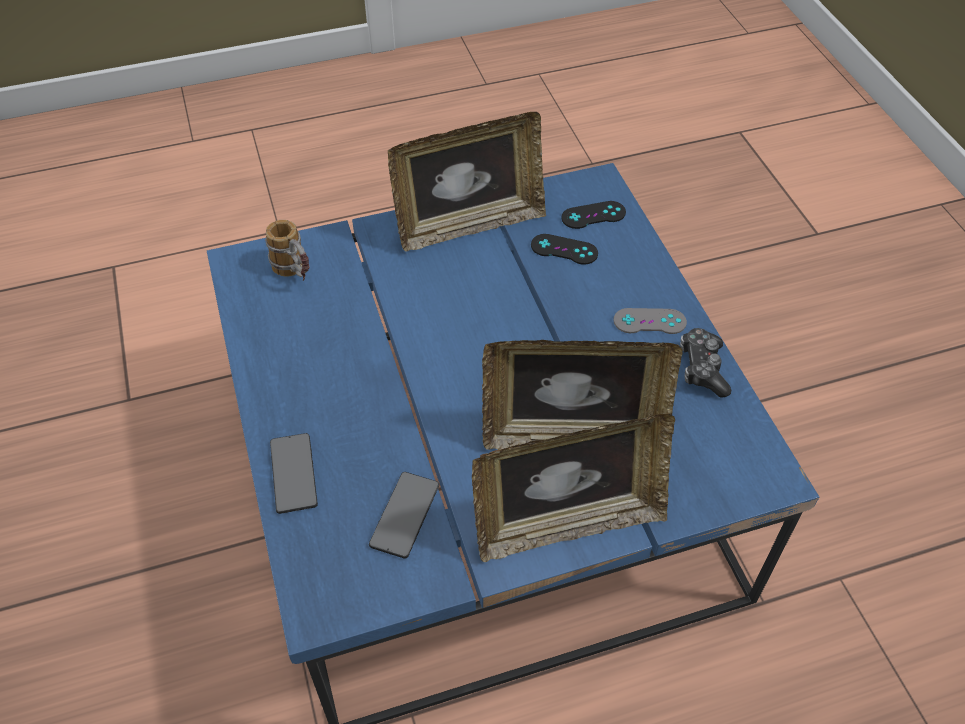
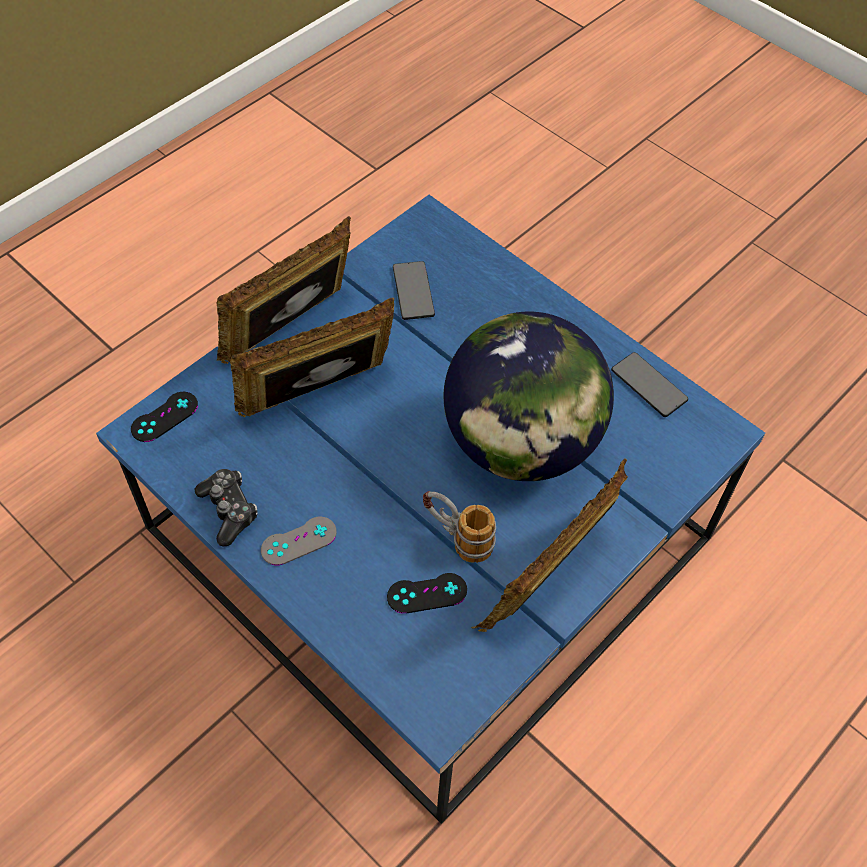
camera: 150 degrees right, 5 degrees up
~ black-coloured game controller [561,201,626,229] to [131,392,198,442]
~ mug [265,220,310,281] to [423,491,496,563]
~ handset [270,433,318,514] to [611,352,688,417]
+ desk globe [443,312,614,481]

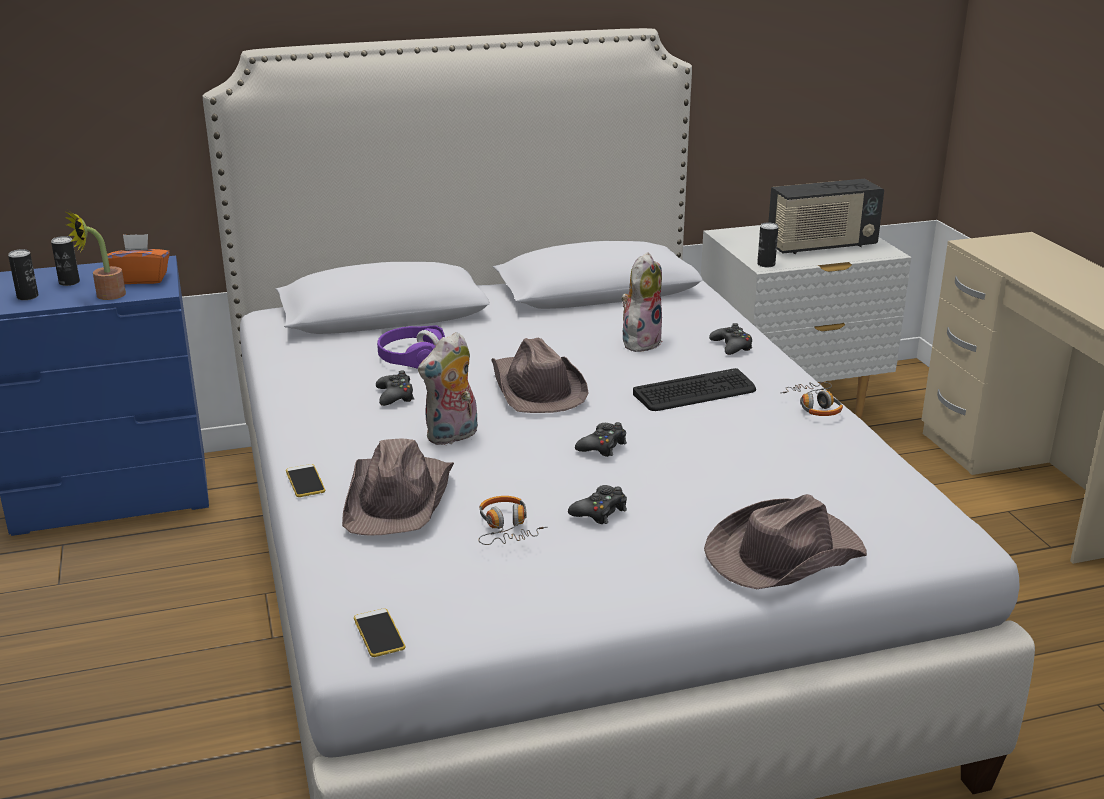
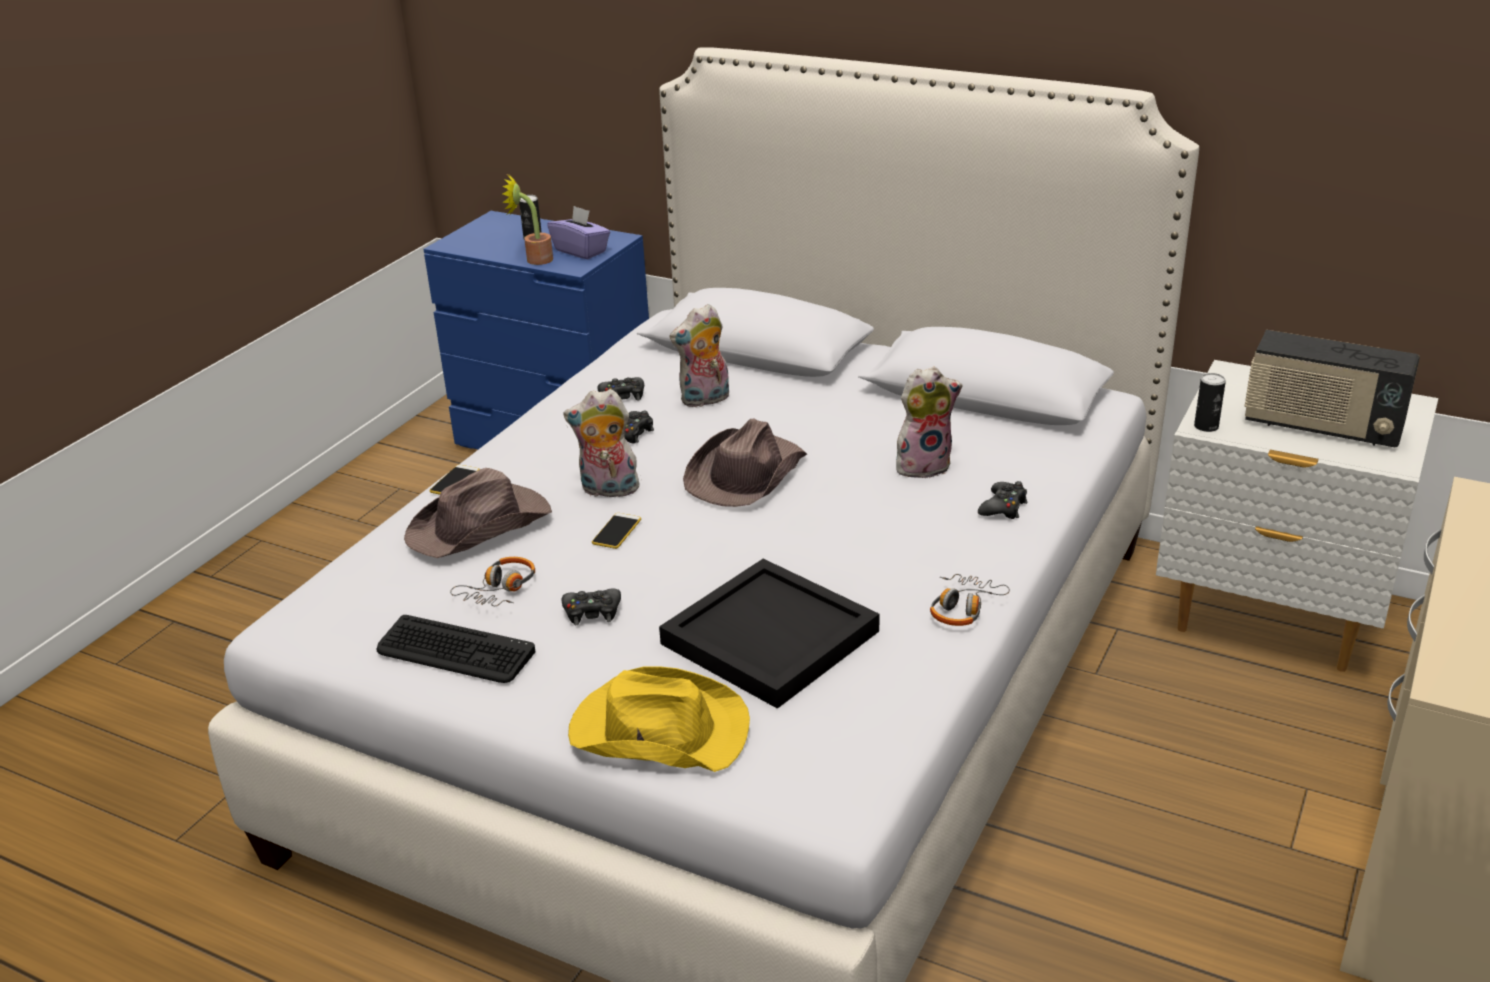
camera: 45 degrees right, 5 degrees up
~ orange-coloured tissue box [107,234,170,284] to purple tissue box [547,206,610,259]
- can [8,249,39,300]
~ purple headphones [377,325,445,369] to soft toy [669,304,729,407]
~ keyboard [633,368,756,411] to [377,615,535,683]
~ black-coloured game controller [575,422,627,457] to [597,377,644,401]
~ brown-coloured clothing hat [704,494,867,589] to yellow clothing hat [568,666,750,772]
~ handset [354,608,405,657] to [592,513,641,549]
+ black-coloured tray [659,559,880,709]

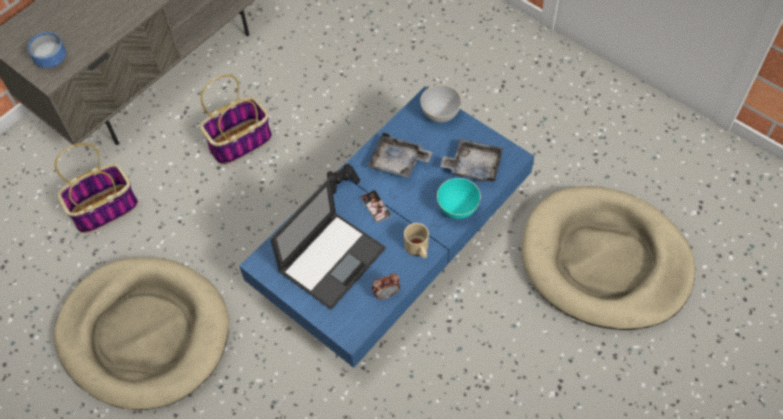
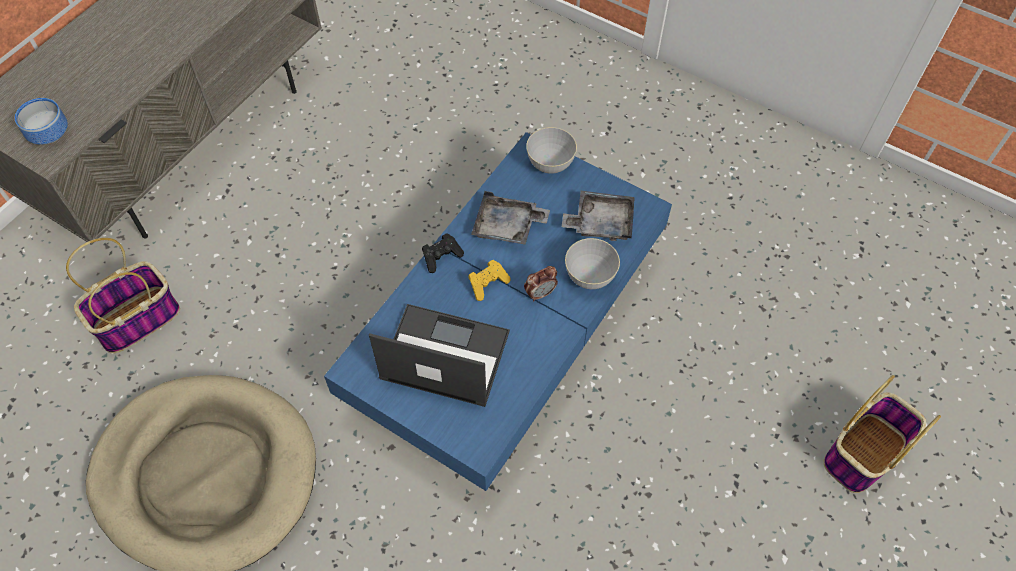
camera: 10 degrees left, 0 degrees up
~ basket [200,75,272,165] to [823,375,941,493]
~ notebook computer [270,177,386,310] = [369,304,510,407] 105 degrees counterclockwise
~ blue-green deep dish [437,178,481,219] to gray deep dish [565,238,620,289]
- sand-coloured dog bed [522,186,695,330]
~ handset [361,190,391,223] to yellow game controller [468,260,511,301]
- sand-coloured mug [404,223,429,259]
~ table clock [372,273,400,300] to [524,266,558,301]

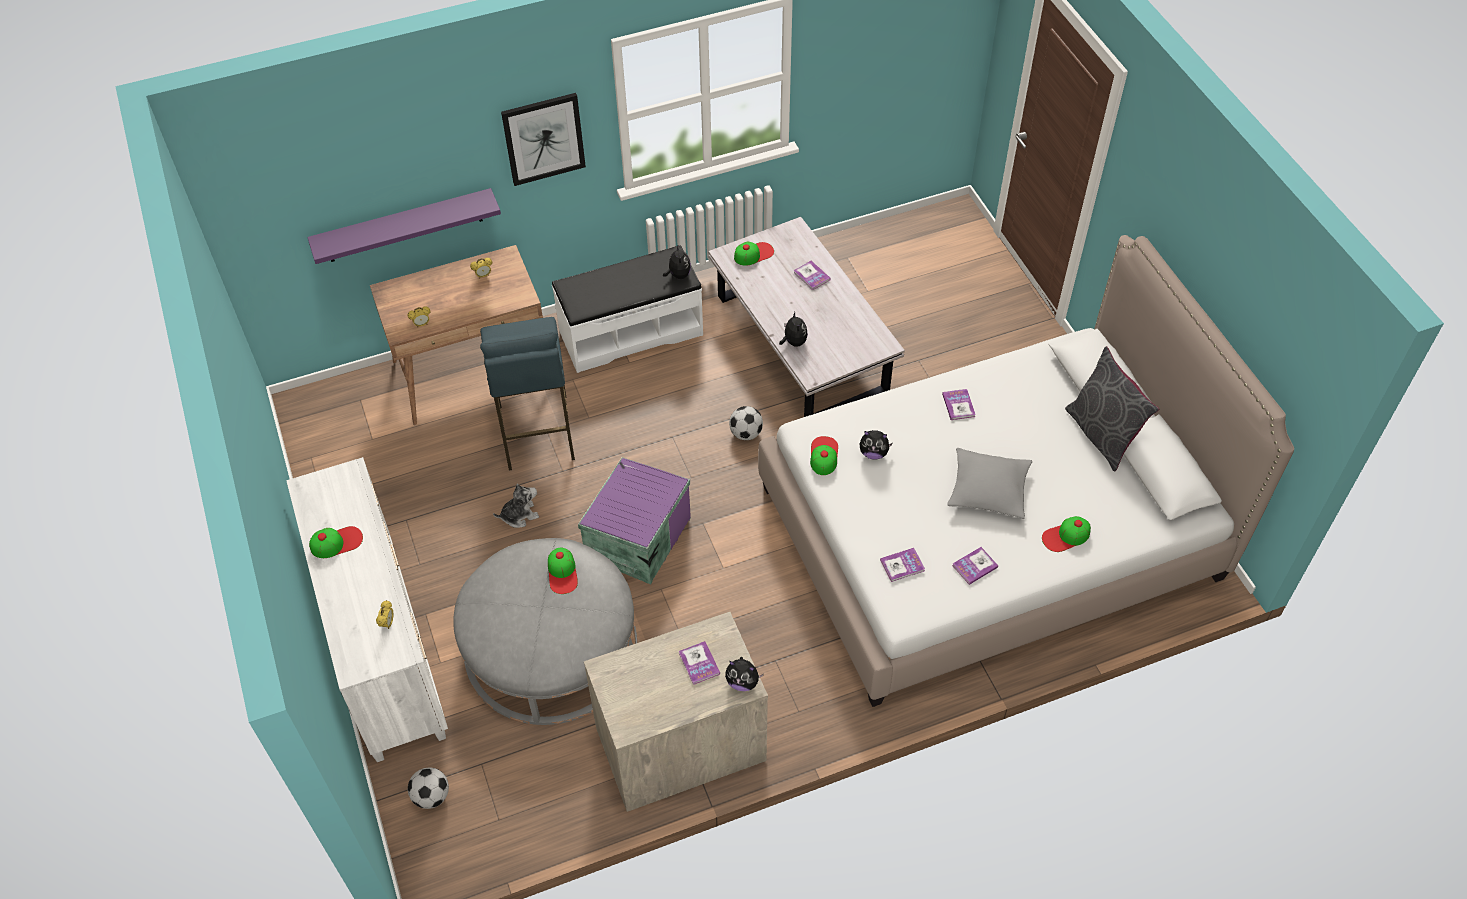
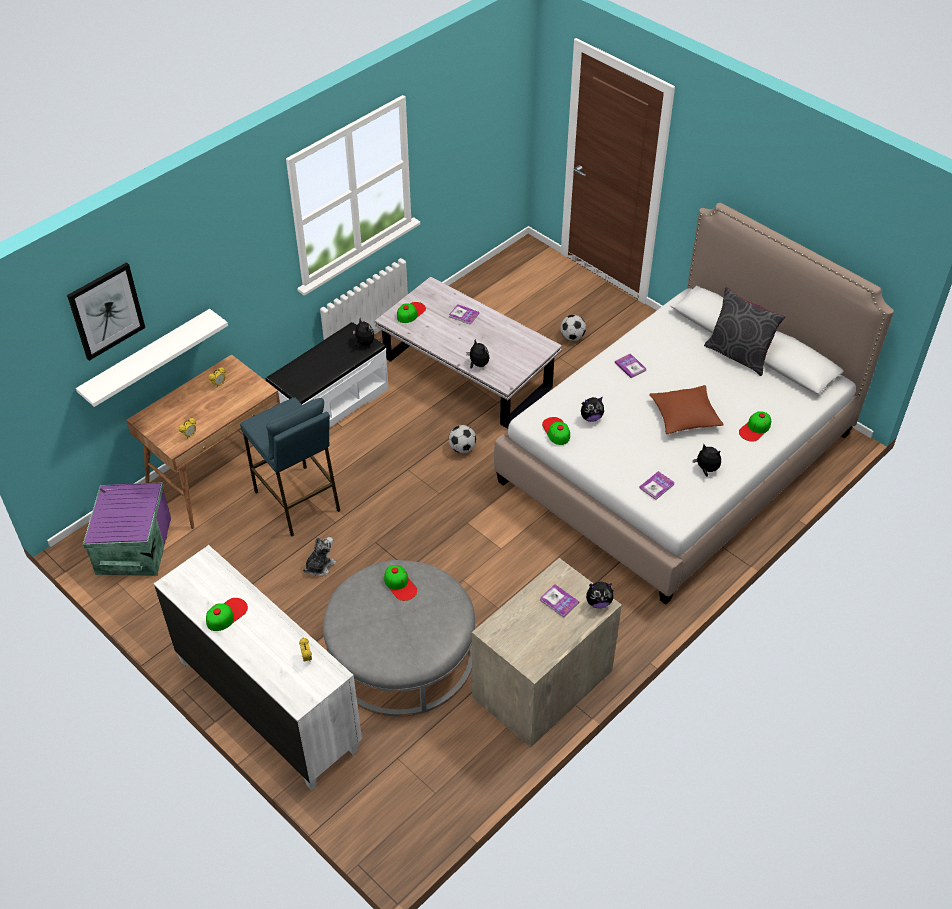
camera: 25 degrees left, 5 degrees down
~ wall picture [501,93,586,186] to [67,262,145,361]
~ purple shelf [307,188,501,264] to whitish shelf [76,309,228,407]
~ gray cushion [947,448,1032,519] to brown-coloured cushion [649,385,724,434]
~ purple storage box [578,457,691,584] to [83,482,171,576]
~ book [952,547,998,585] to soft toy [693,444,721,477]
~ football [408,768,449,809] to [561,315,586,341]

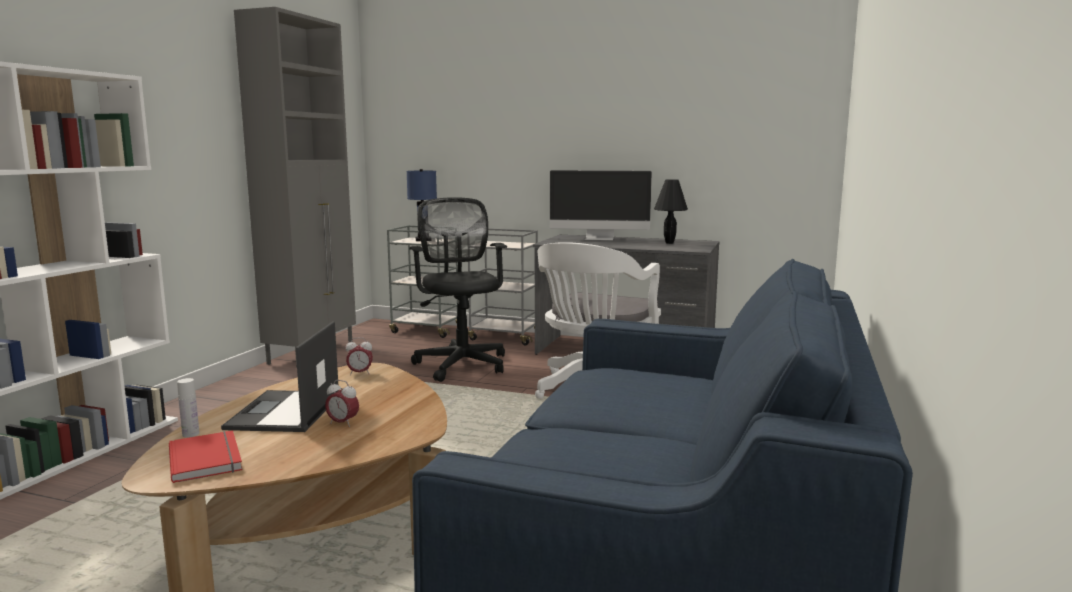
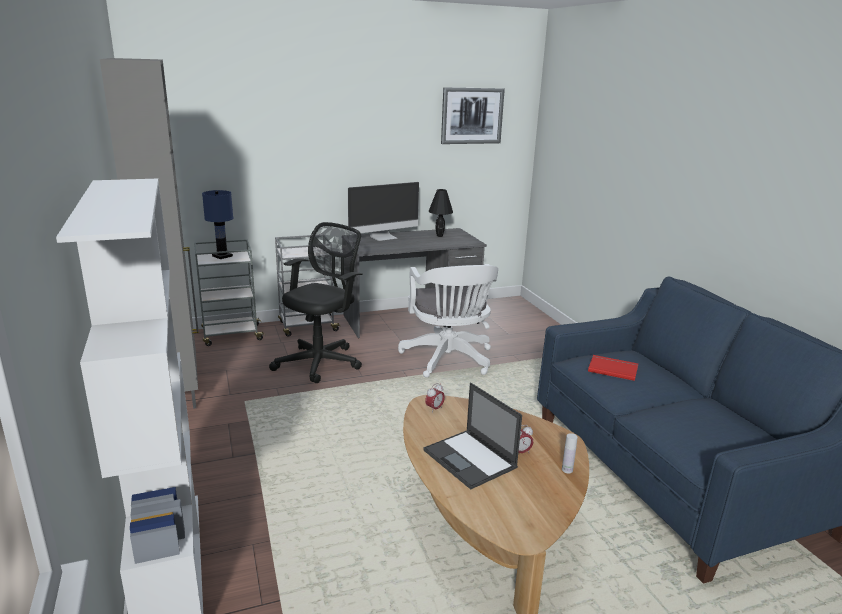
camera: 40 degrees left, 10 degrees up
~ black-coloured computer chair [409,197,507,382] = [269,222,363,383] 90 degrees clockwise
~ whitish beverage bottle [177,378,199,438] to [562,433,578,473]
~ reddish book [169,430,242,483] to [588,355,638,381]
+ wall picture [441,87,505,144]

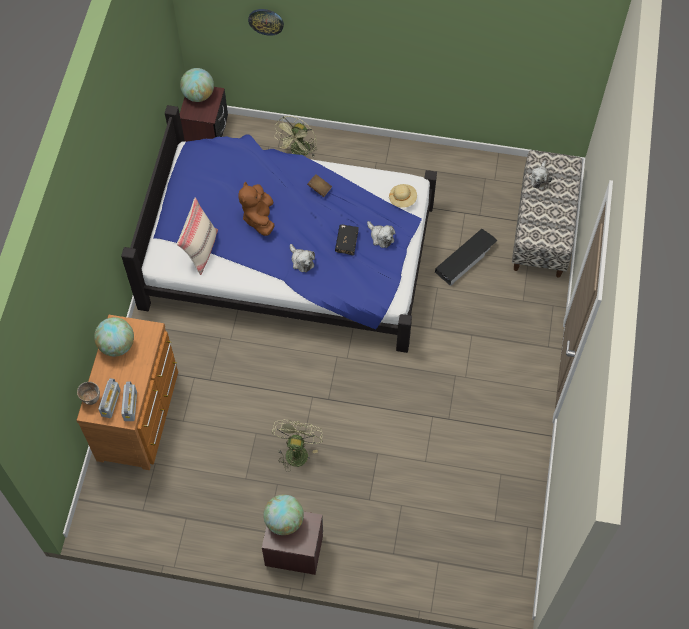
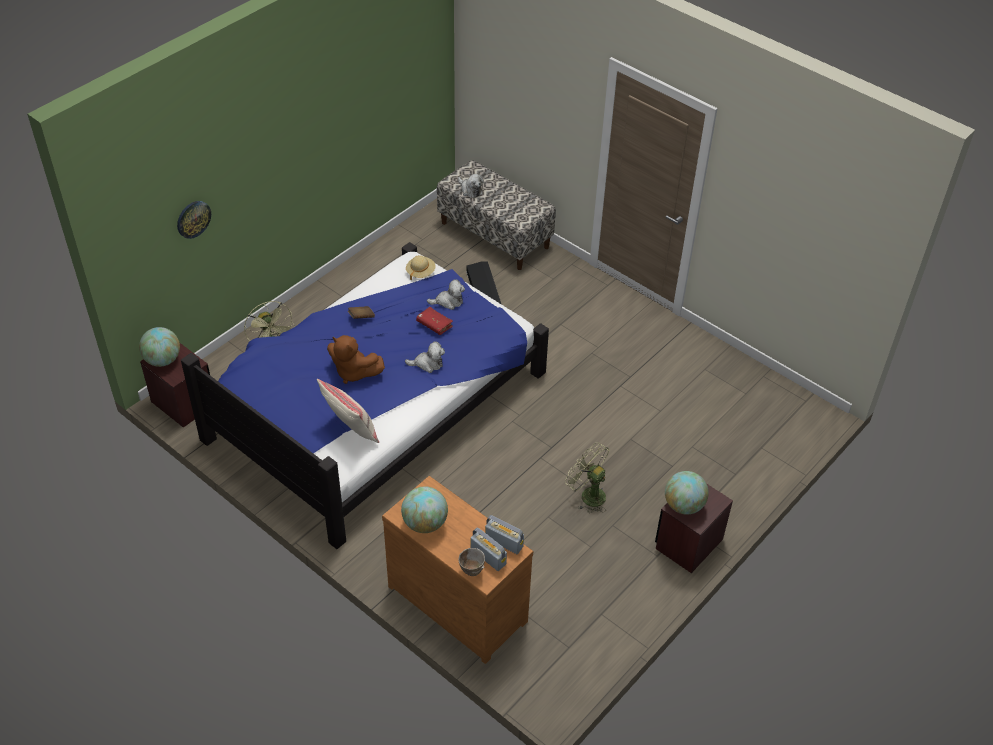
camera: 60 degrees left, 15 degrees down
~ black-coloured book [335,224,359,256] to reddish book [416,307,453,335]

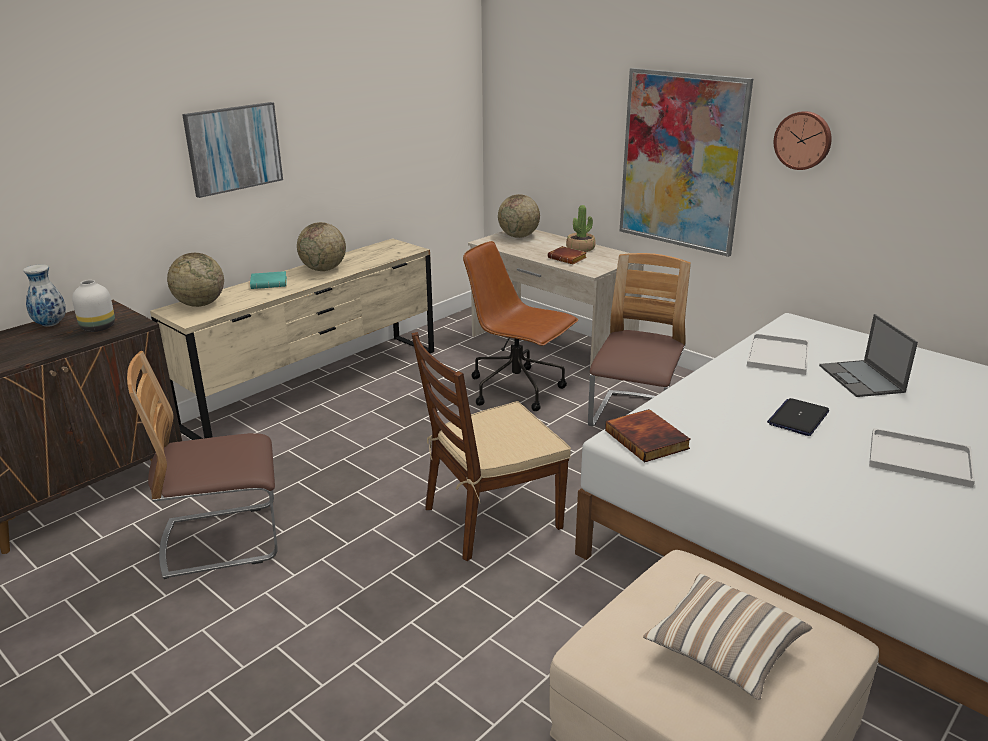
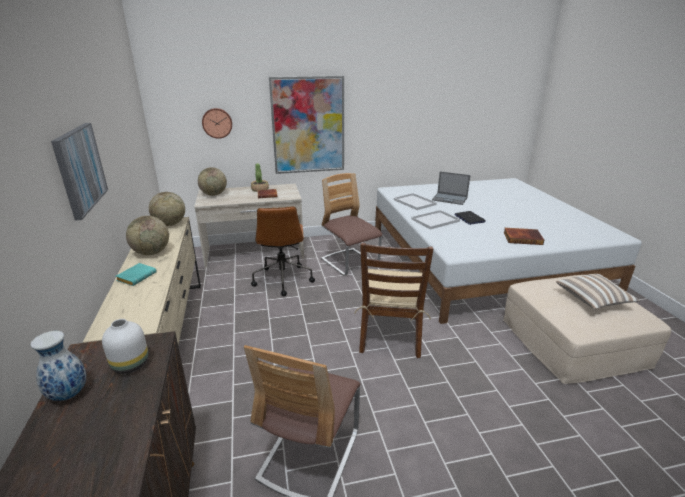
camera: 55 degrees left, 0 degrees up
~ hanging clock [774,111,832,170] to [202,108,232,139]
~ brown-coloured computer chair [463,241,578,411] = [251,206,315,296] 75 degrees counterclockwise
~ desk globe [167,253,224,307] to [149,192,185,226]
~ book [605,409,691,463] to [504,228,544,245]
~ whitish tray [869,428,975,488] to [411,210,460,229]

